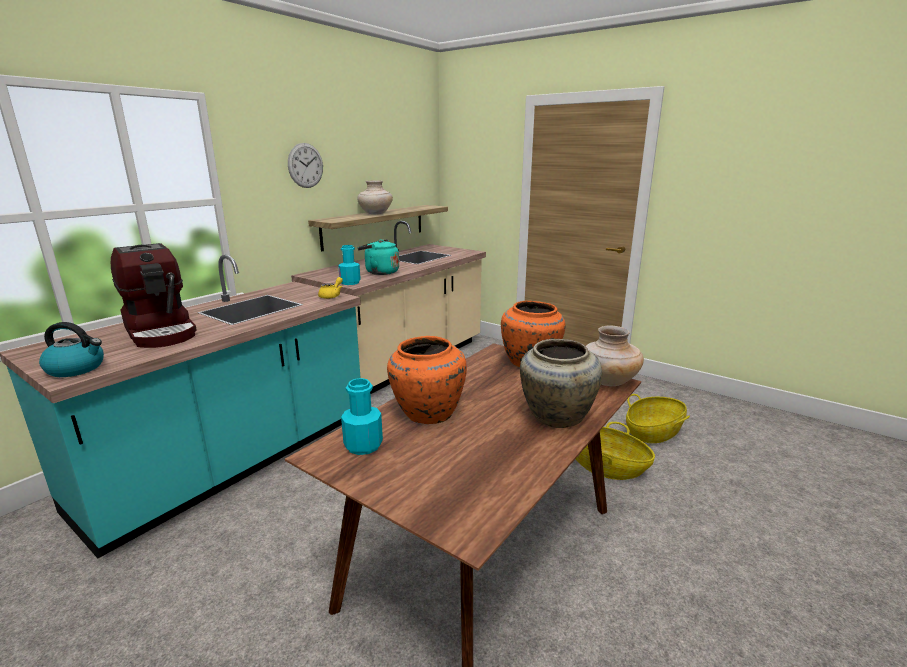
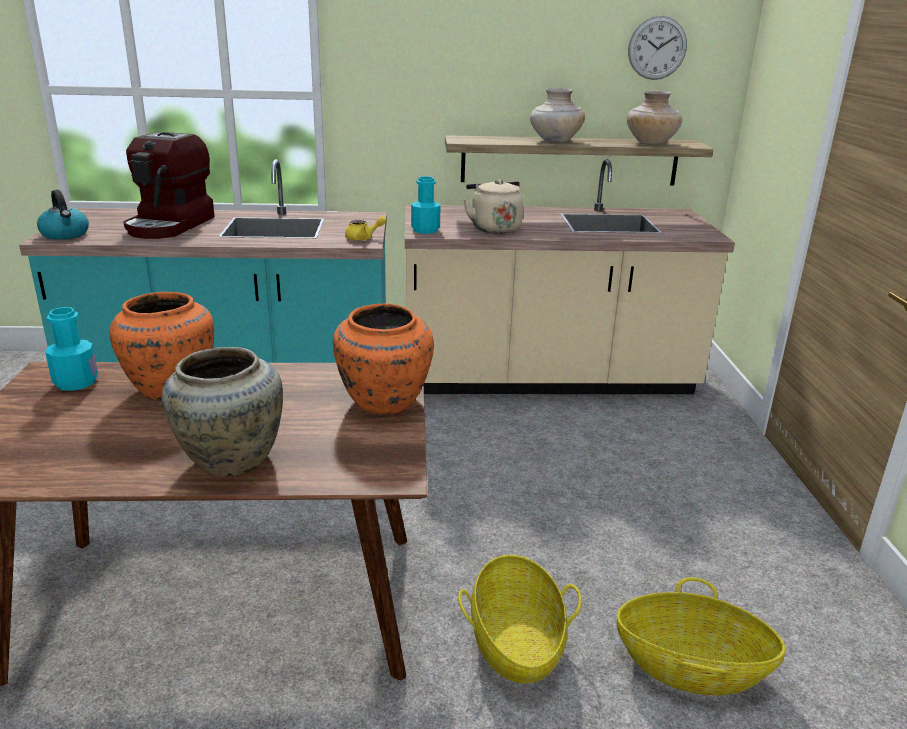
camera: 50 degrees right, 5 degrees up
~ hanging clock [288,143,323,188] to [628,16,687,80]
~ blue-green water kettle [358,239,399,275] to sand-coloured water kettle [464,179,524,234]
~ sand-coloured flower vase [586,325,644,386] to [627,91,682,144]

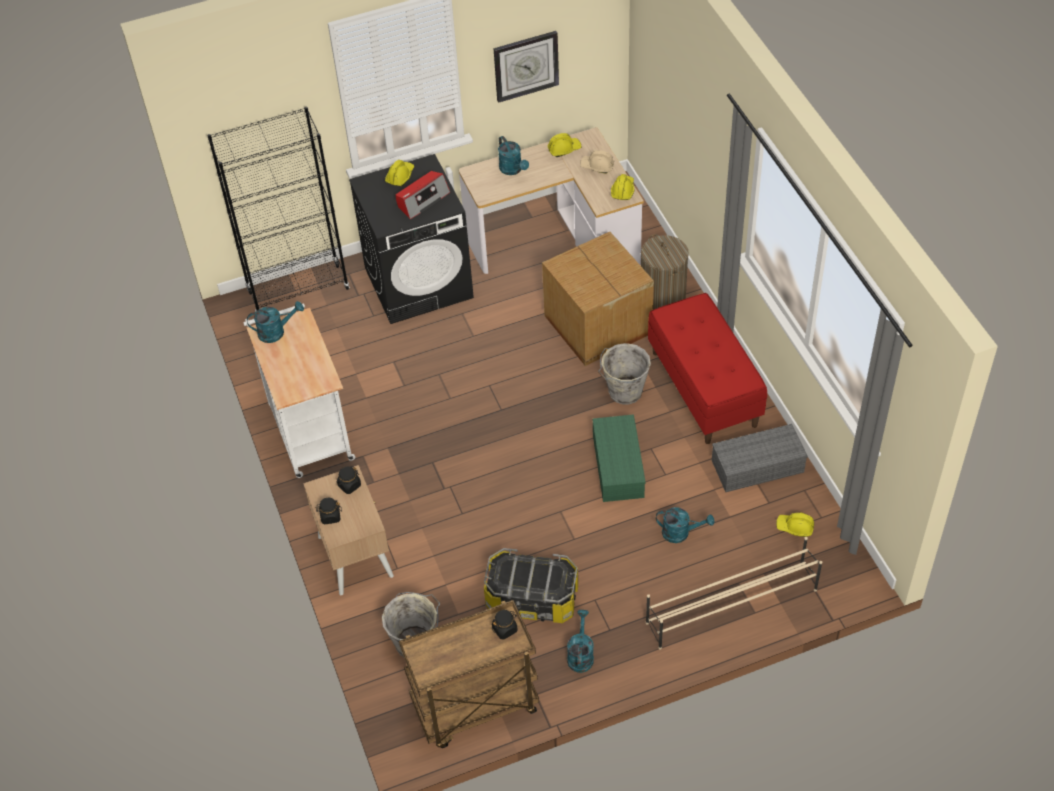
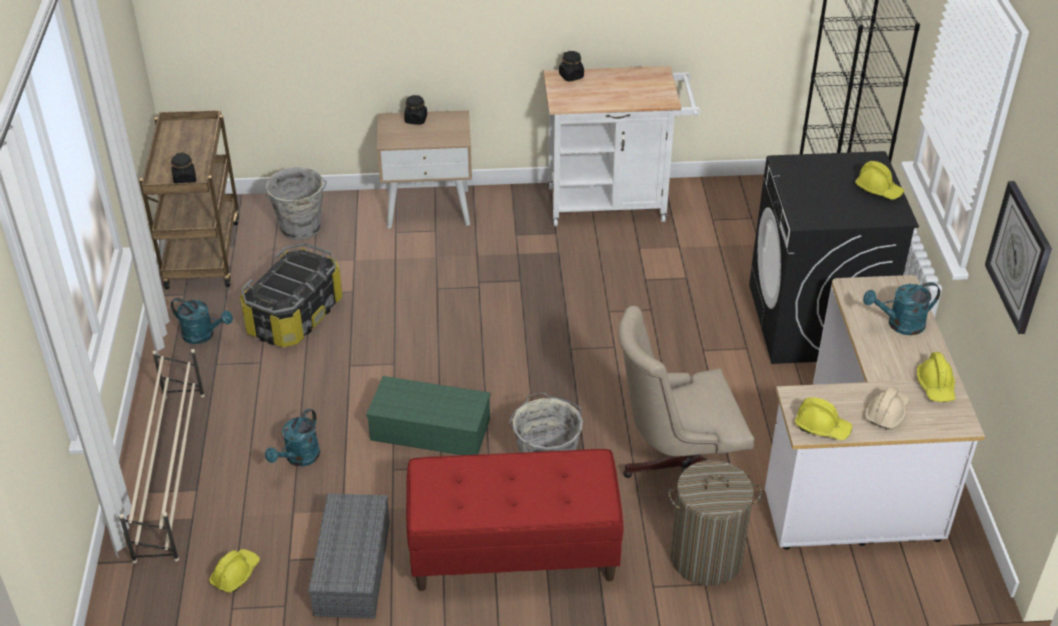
camera: 105 degrees right, 10 degrees down
- radio receiver [396,171,450,219]
~ carton [542,232,654,366] to sand-coloured computer chair [618,306,754,478]
- blue-green watering pot [247,301,304,343]
~ black-coloured preserve jar [337,466,361,494] to [559,51,584,81]

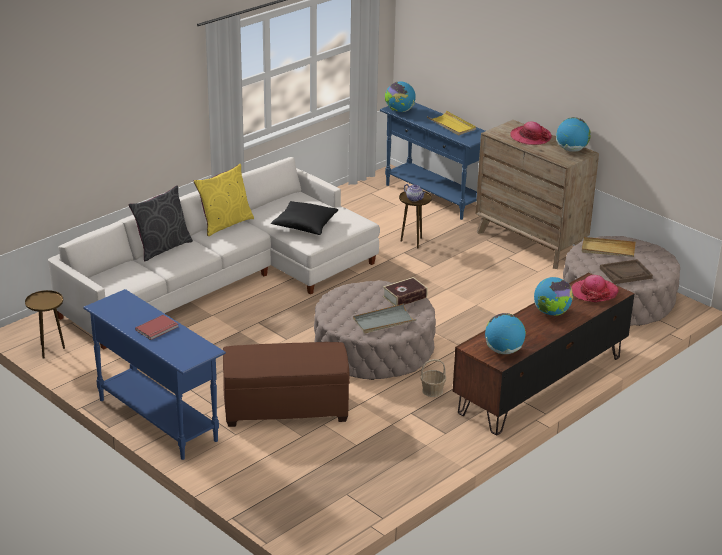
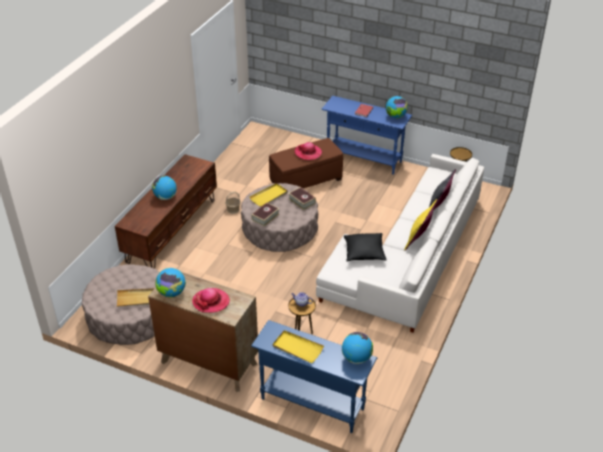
camera: 160 degrees right, 10 degrees up
- brown-coloured tray [600,259,653,284]
~ clothing hat [571,275,619,302] to [295,142,322,160]
~ gray tray [353,304,417,333] to yellow tray [250,183,288,207]
~ desk globe [485,313,526,354] to [386,96,408,118]
+ book [288,187,316,210]

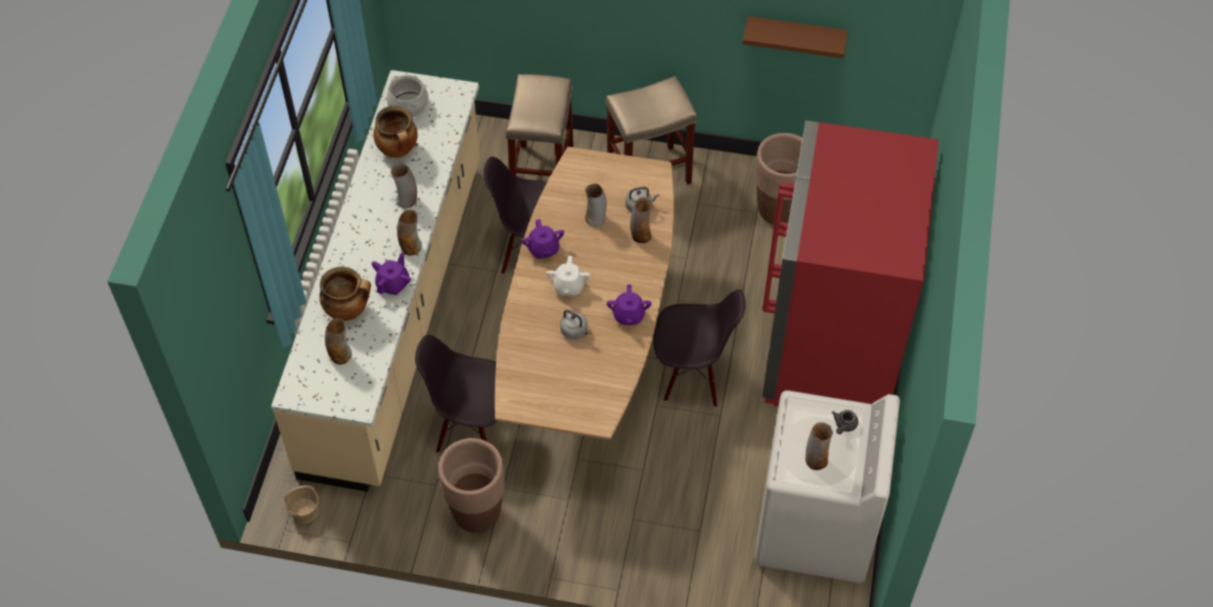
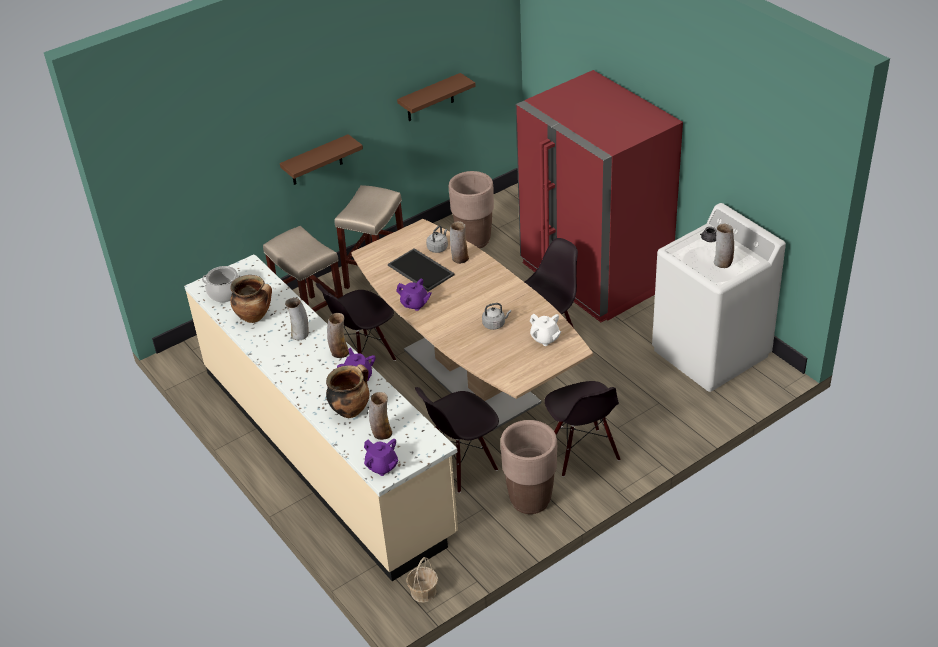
camera: 45 degrees left, 15 degrees down
~ flower vase [585,184,607,227] to tray [388,248,455,292]
~ whitish teapot [546,256,591,296] to [530,314,561,346]
~ purple teapot [607,284,652,325] to [364,439,398,476]
+ brown-coloured shelf [280,134,363,185]
+ black-coloured plain chair [545,381,620,477]

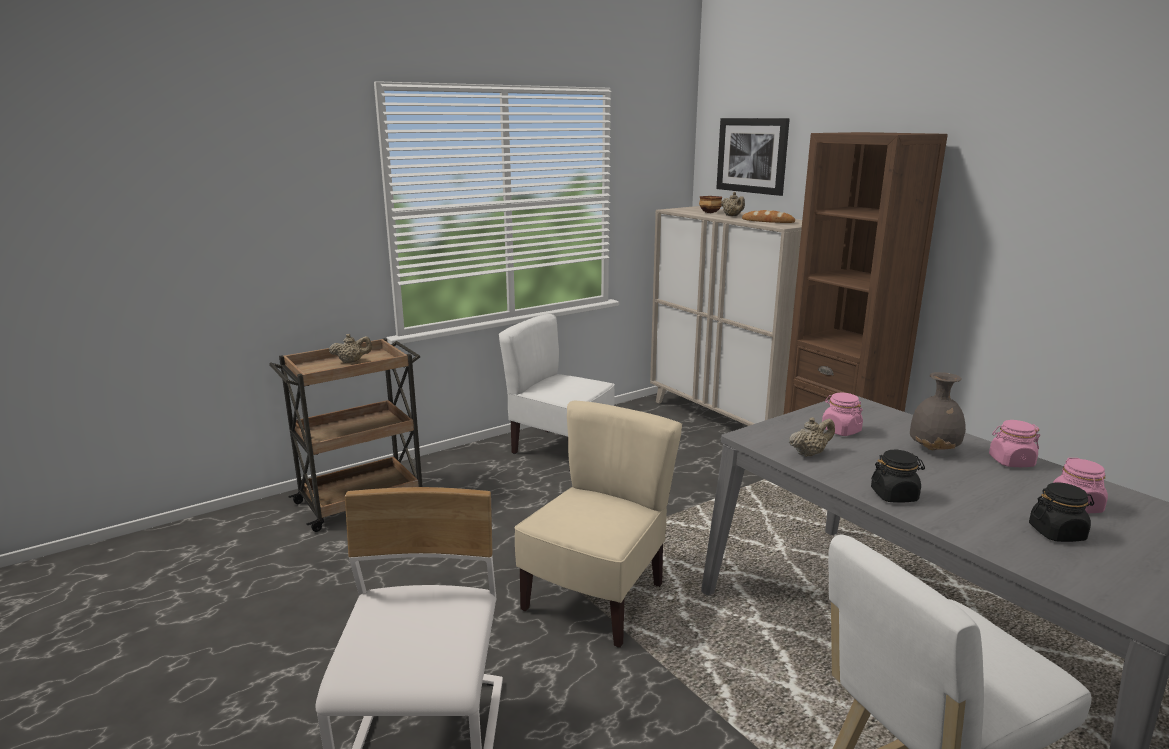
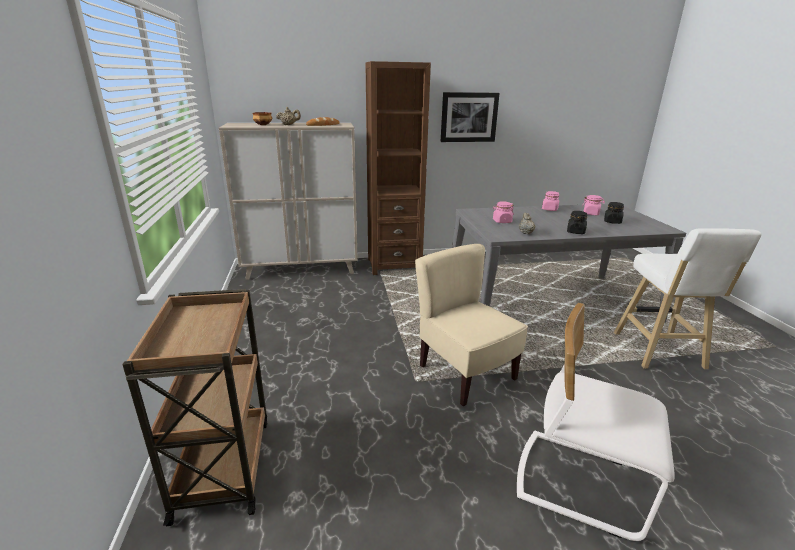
camera: 65 degrees left, 5 degrees up
~ wall picture [716,118,790,196] to [440,92,500,142]
- whitish plain chair [499,314,615,470]
- sand-coloured teapot [329,334,372,363]
- gray flower vase [910,372,966,450]

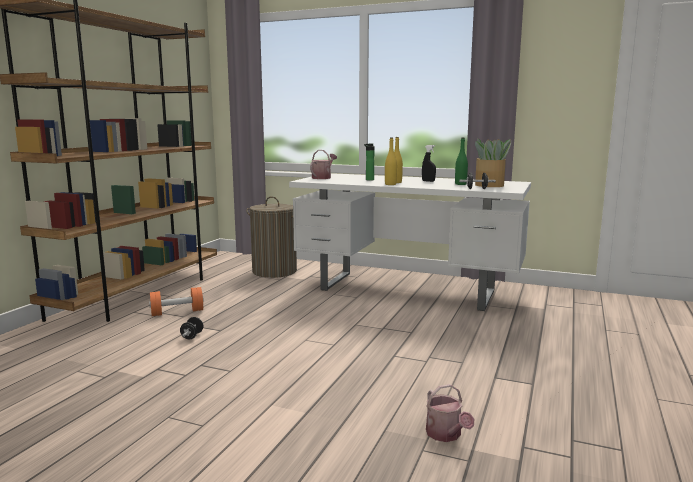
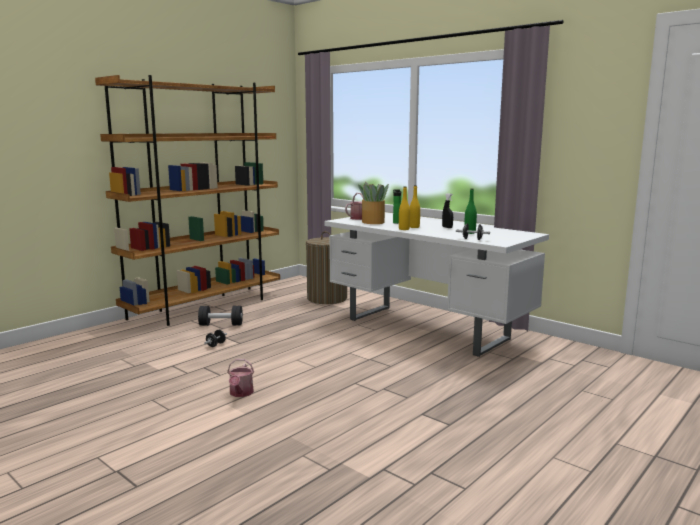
camera: 20 degrees right, 0 degrees up
~ houseplant [475,138,511,187] to [358,182,389,224]
~ orange-coloured free weight [149,287,204,316] to black-coloured free weight [198,306,243,326]
~ watering pot [426,384,474,442] to [227,359,254,397]

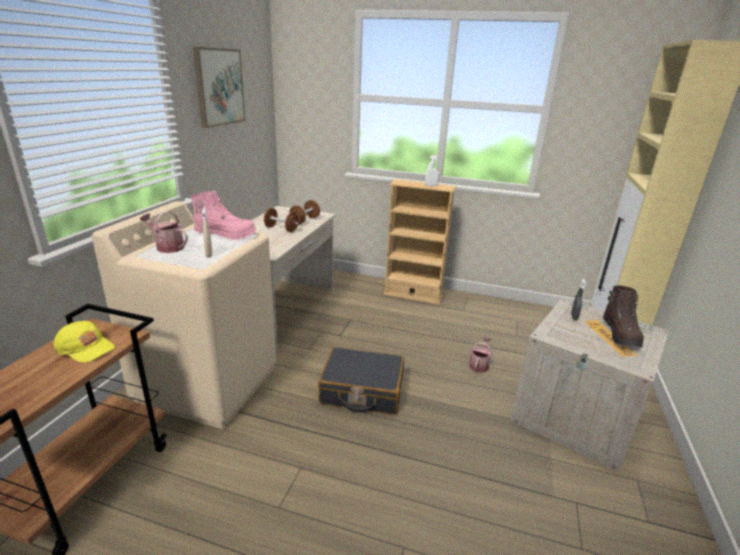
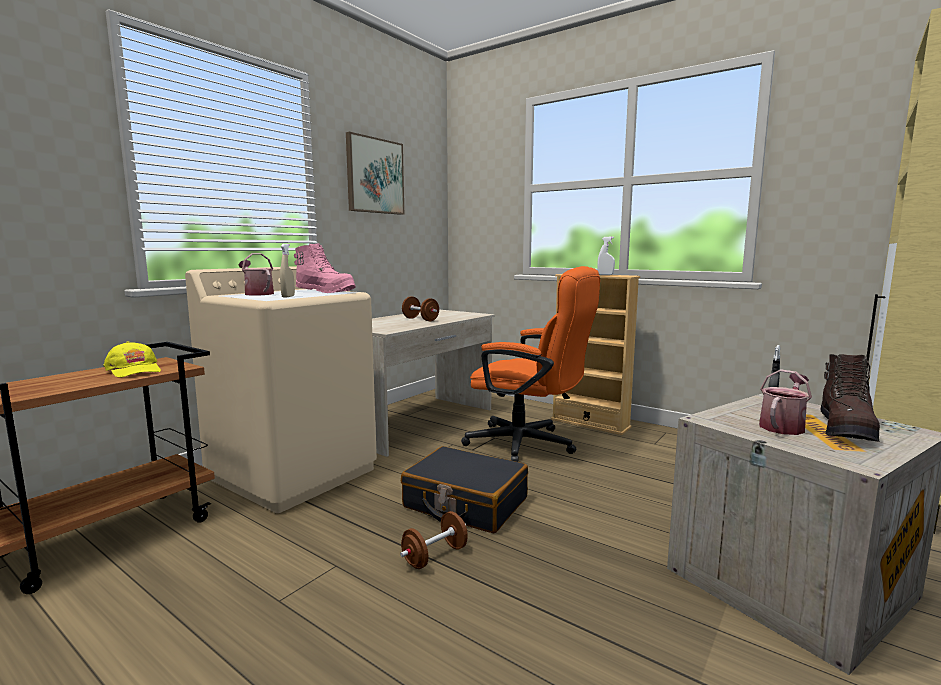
camera: 20 degrees right, 15 degrees down
~ brown-coloured free weight [289,200,320,224] to [400,511,467,569]
~ watering pot [469,337,492,373] to [759,369,812,435]
+ orange-coloured computer chair [461,266,600,462]

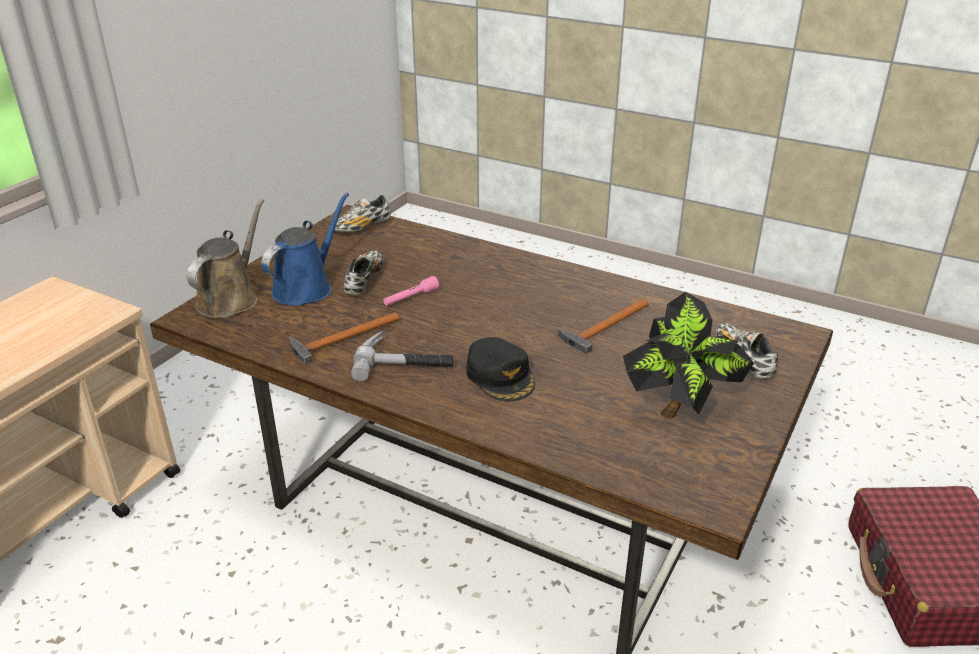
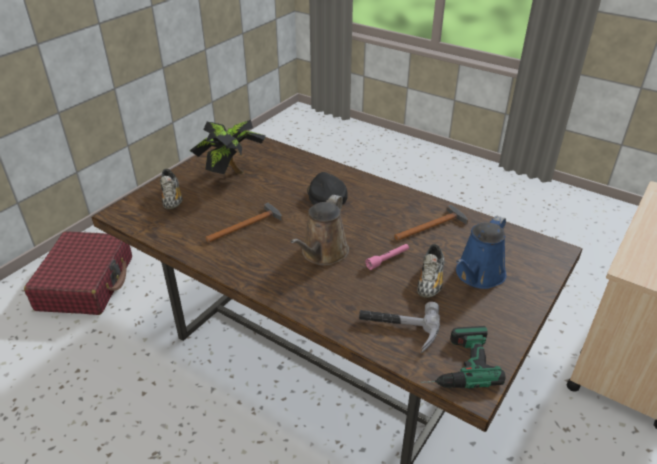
camera: 175 degrees left, 5 degrees up
~ shoe [329,195,391,232] to drill [421,326,505,388]
~ brown-coloured watering pot [187,199,264,318] to [291,195,349,266]
~ hammer [351,331,453,382] to [359,302,440,353]

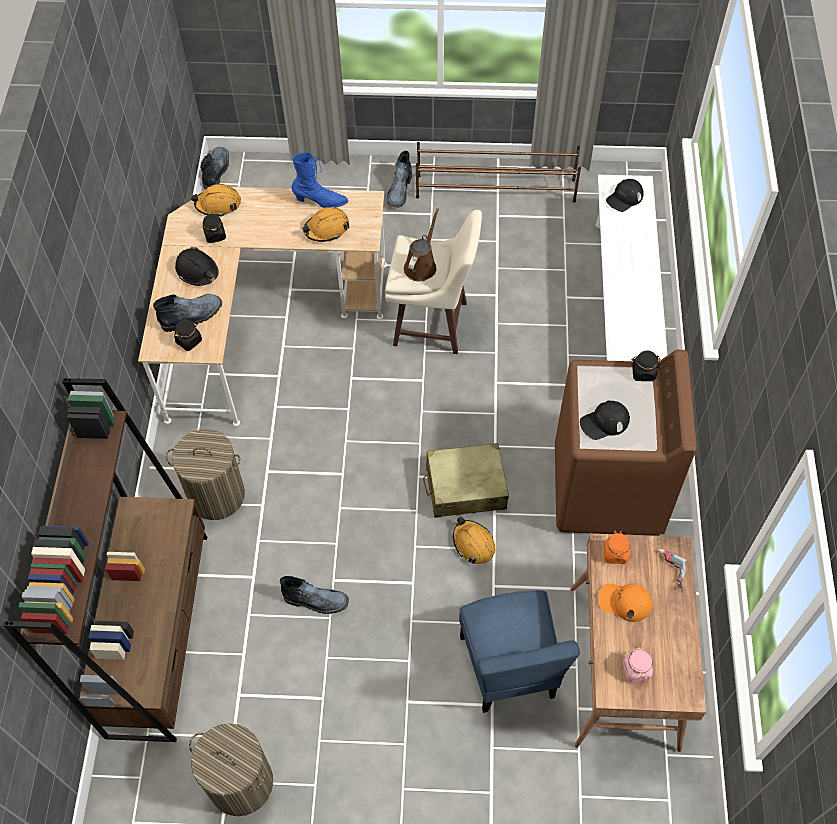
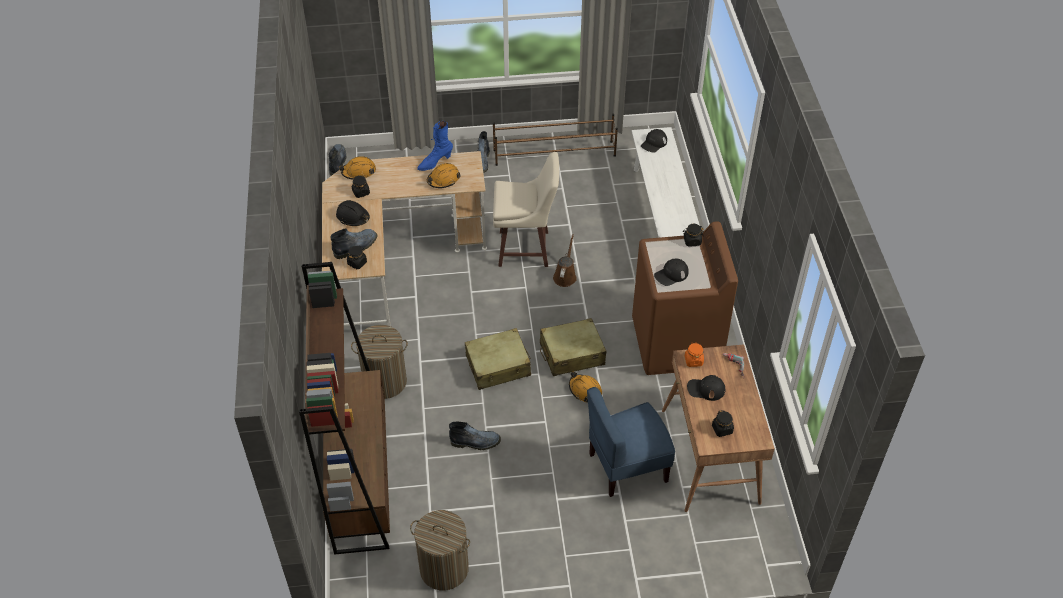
camera: 10 degrees left, 10 degrees down
~ bluish boot [291,152,348,208] = [417,121,453,171] 150 degrees clockwise
~ brown-coloured watering pot [404,208,439,281] to [553,234,577,287]
~ orange-coloured baseball cap [598,583,652,622] to black-coloured baseball cap [687,375,726,401]
~ bluish plain chair [459,591,580,713] = [587,387,675,497] 90 degrees clockwise
~ pinkish preserve jar [623,647,653,683] to black-coloured preserve jar [712,410,734,437]
+ sand-coloured piece of luggage [465,328,531,390]

